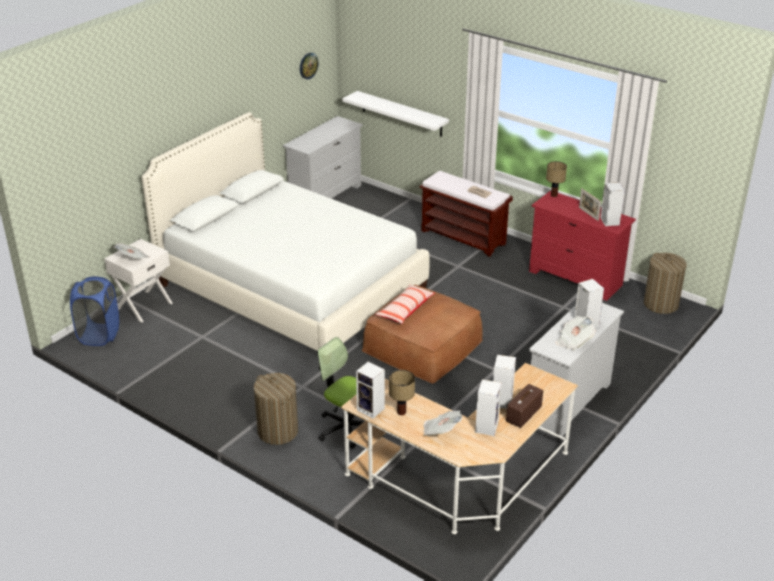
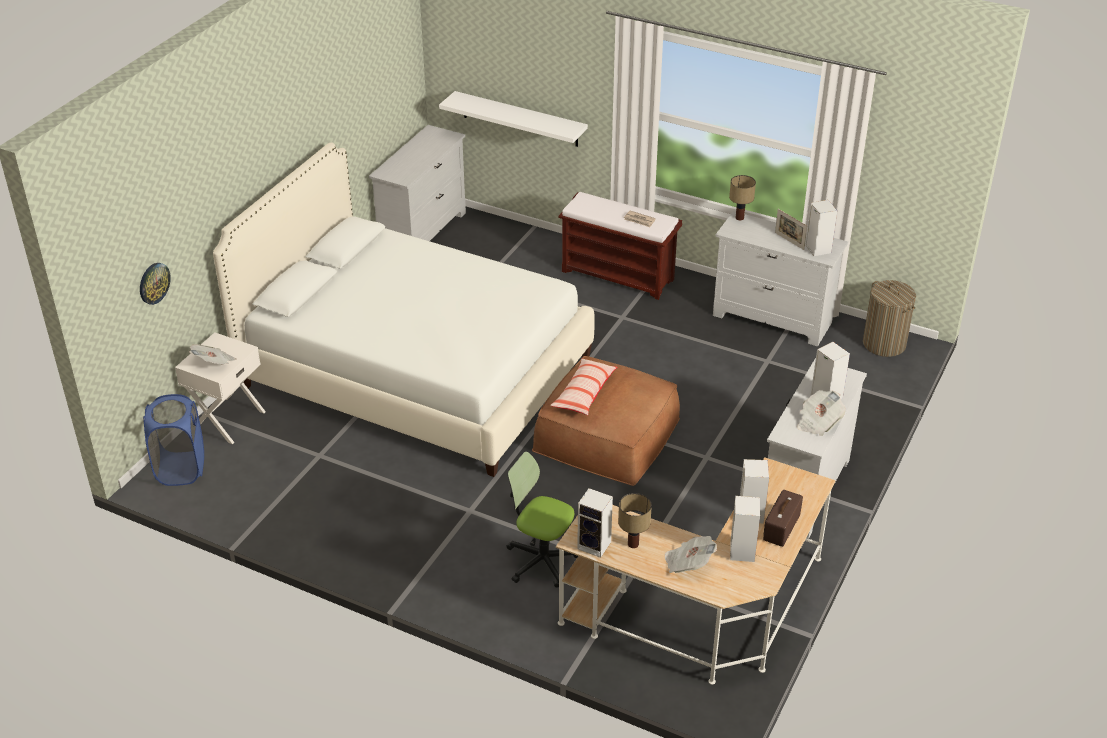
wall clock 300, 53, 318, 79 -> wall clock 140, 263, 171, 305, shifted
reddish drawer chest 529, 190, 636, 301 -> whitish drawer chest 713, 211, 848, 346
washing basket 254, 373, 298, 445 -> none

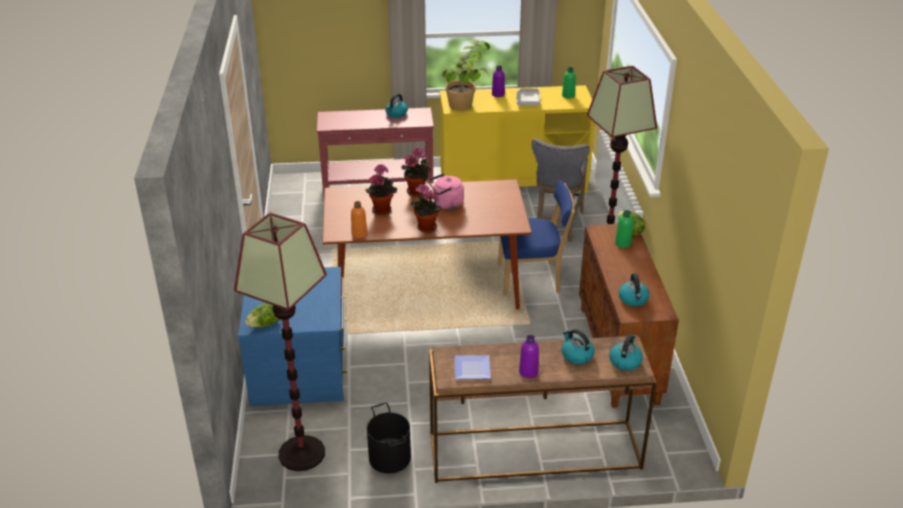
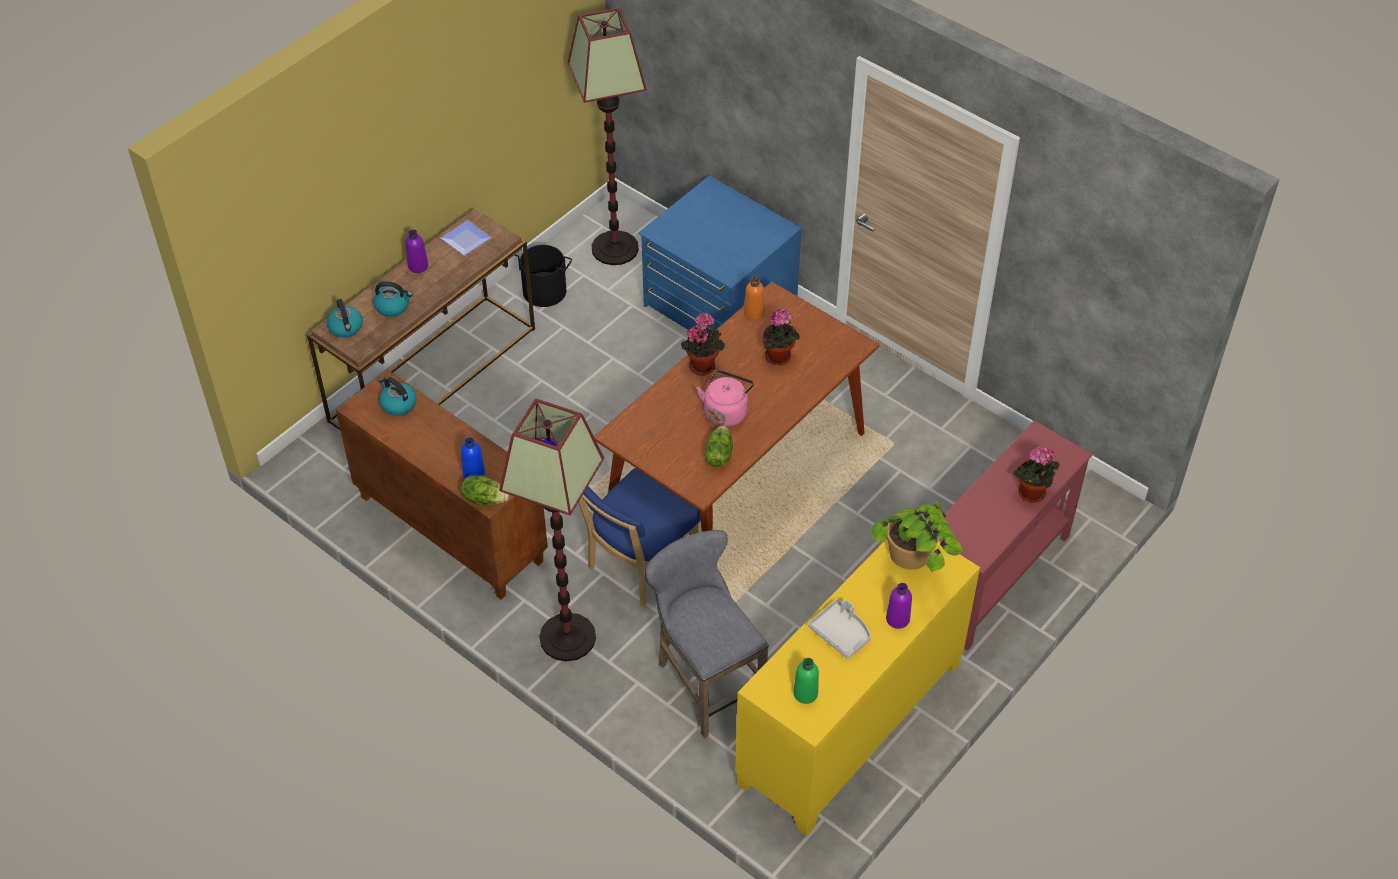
green-coloured beverage bottle 615, 210, 633, 248 -> blue-coloured beverage bottle 461, 437, 485, 478
lettuce 245, 303, 280, 328 -> lettuce 705, 425, 733, 467, shifted
potted plant 401, 148, 431, 196 -> potted plant 1013, 447, 1060, 503, shifted
tea kettle 385, 94, 408, 118 -> none

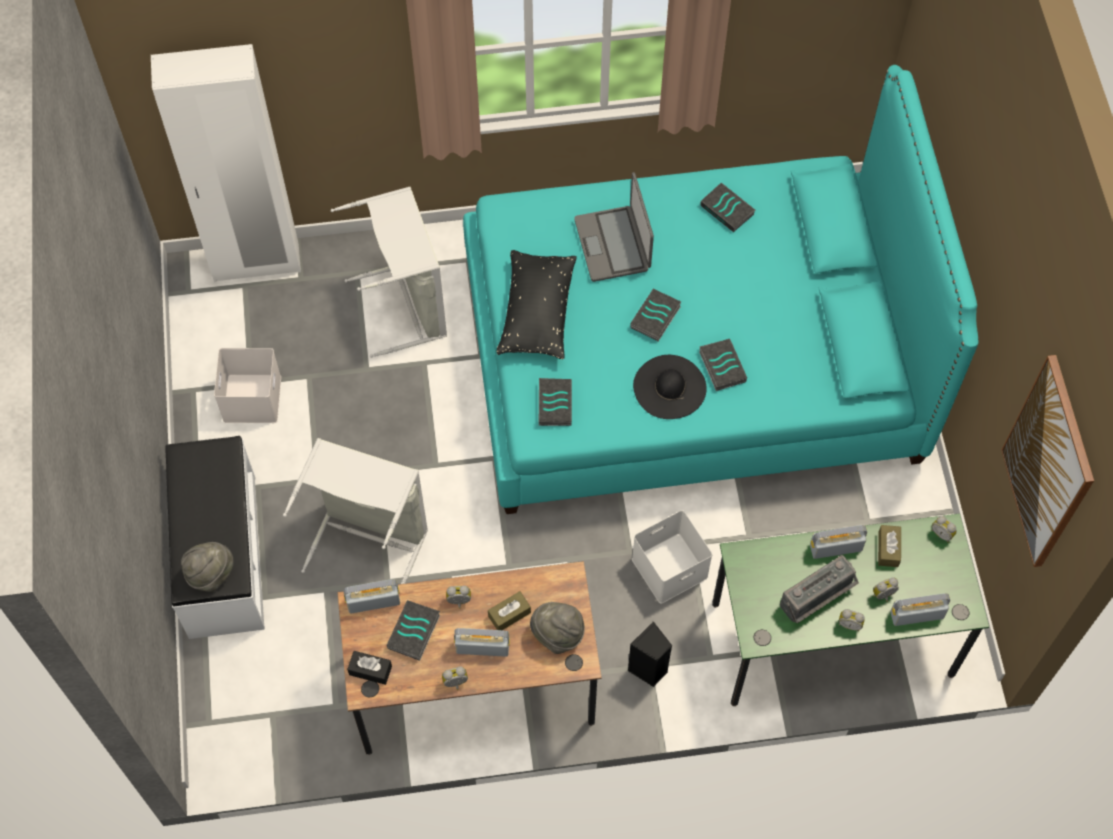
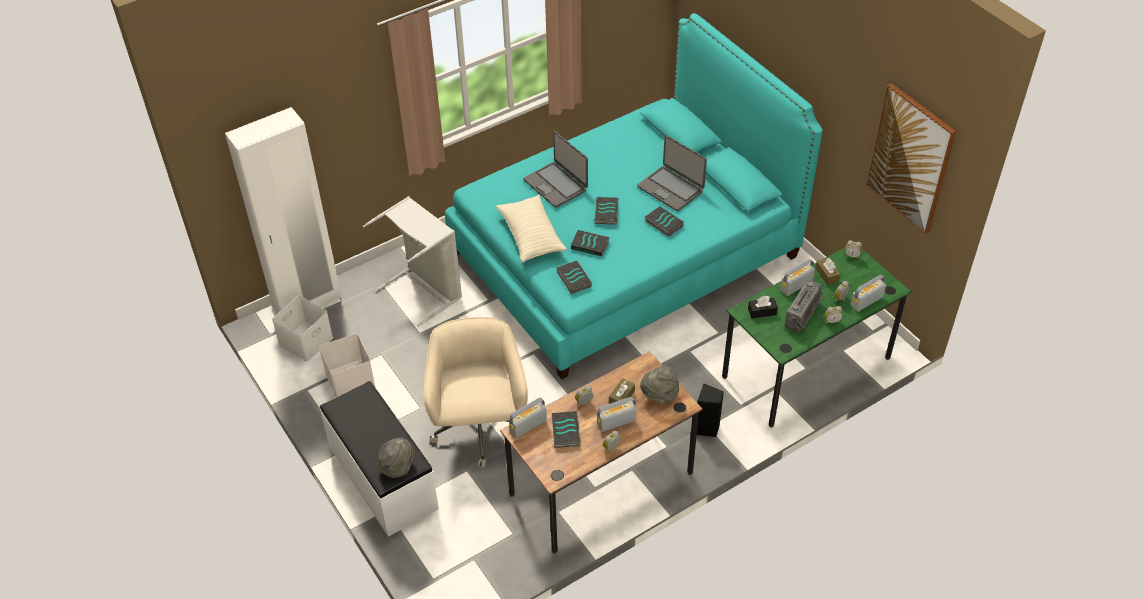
whitish storage bin 632, 510, 712, 604 -> whitish storage bin 272, 296, 333, 362, shifted
grey washing basket 283, 438, 428, 584 -> beige computer chair 424, 317, 528, 467
black-coloured pillow 497, 250, 577, 359 -> beige pillow 496, 195, 567, 263
book 700, 183, 755, 232 -> book 571, 230, 610, 256, shifted
none -> portable computer 637, 135, 707, 211
black-coloured tissue box 347, 651, 392, 685 -> black-coloured tissue box 748, 296, 778, 319, shifted
black-coloured wearable hat 633, 355, 707, 419 -> none

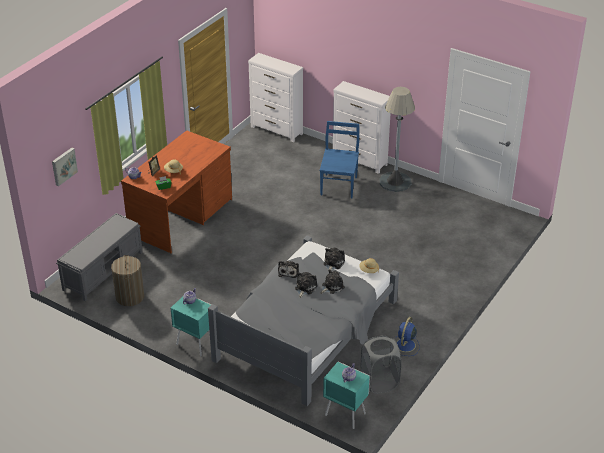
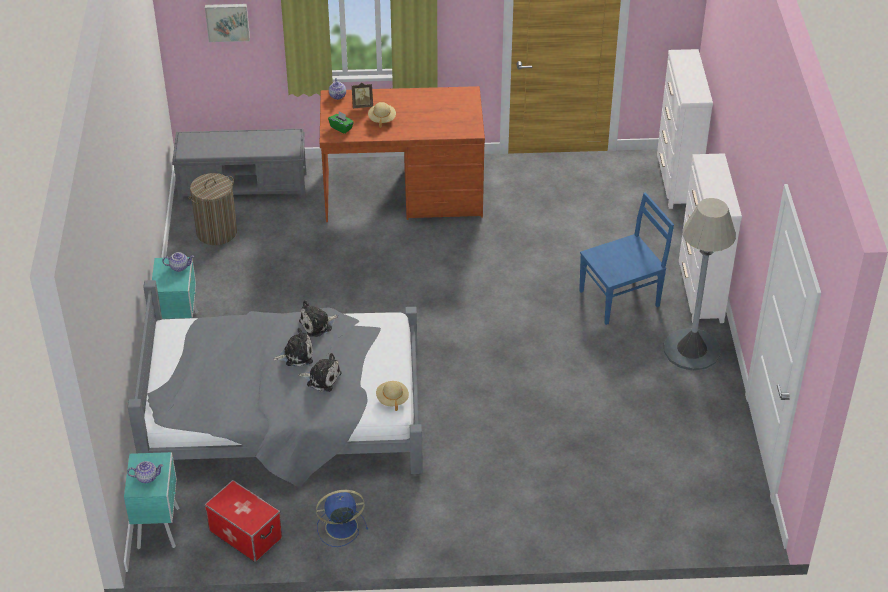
grey washing basket 361, 335, 401, 394 -> storage bin 205, 480, 282, 562
plush toy 323, 248, 345, 272 -> none

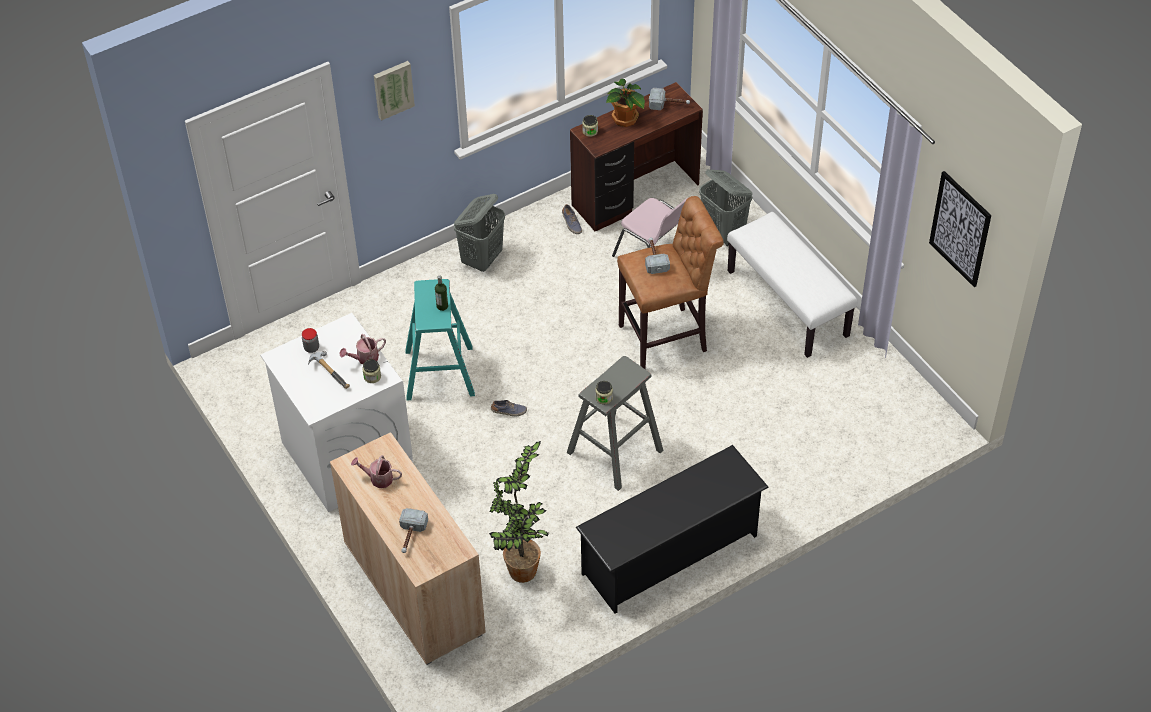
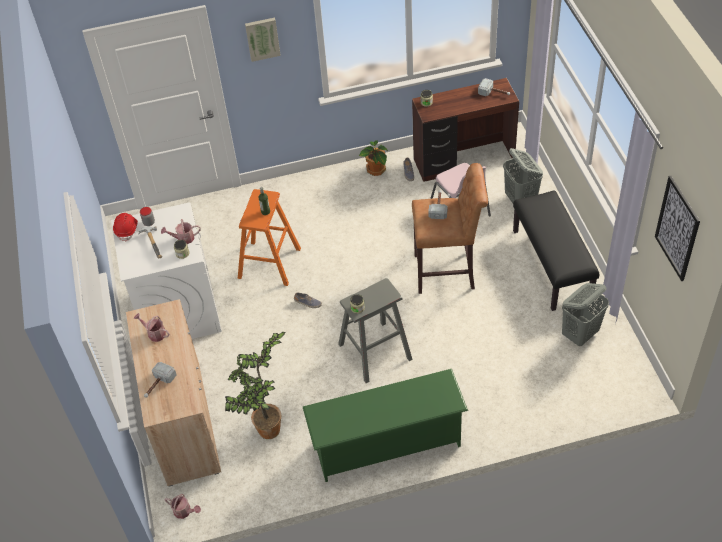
none -> reddish safety helmet 113, 213, 138, 242
none -> watering pot 164, 494, 201, 519
turquoise stool seat 405, 279, 475, 401 -> orange-coloured stool seat 238, 189, 301, 286
black-coloured shoe shelf 576, 445, 769, 614 -> green-coloured shoe shelf 303, 369, 468, 482
potted plant 606, 79, 645, 127 -> potted plant 359, 140, 388, 176, shifted
whitish indoor bench 727, 212, 857, 358 -> black-coloured indoor bench 513, 190, 599, 311
grey washing basket 454, 194, 505, 272 -> grey washing basket 562, 283, 609, 346, shifted

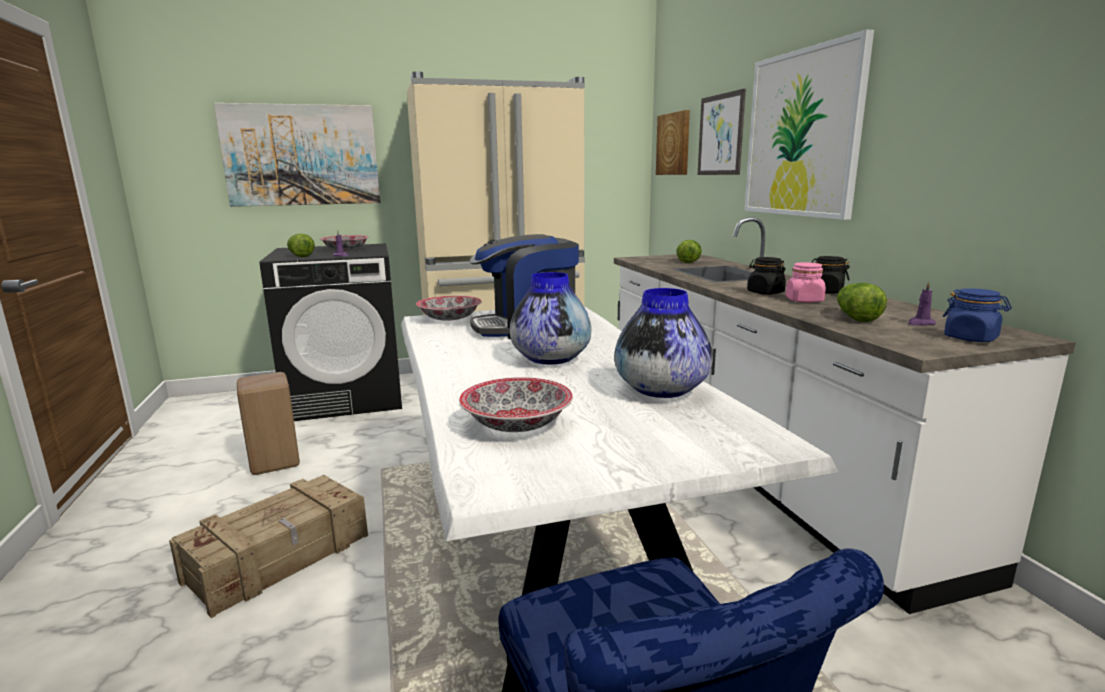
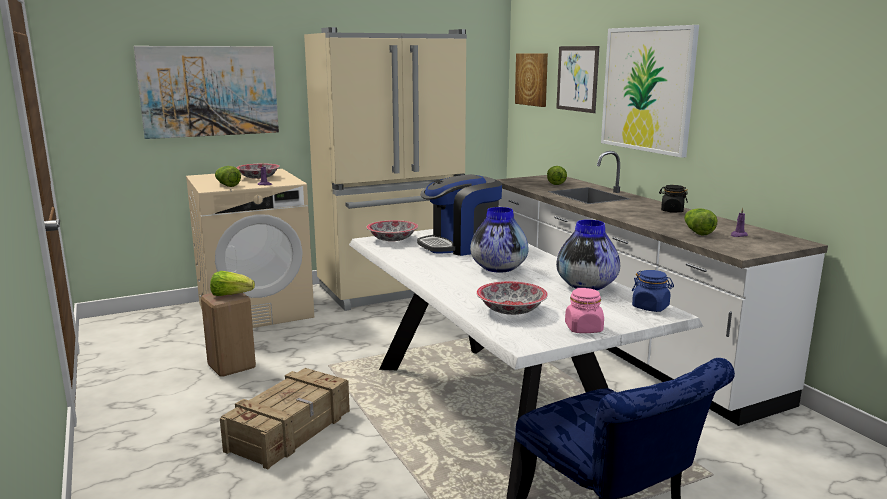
black-coloured washing machine 259, 243, 402, 421 -> beige washing machine 186, 169, 314, 328
none -> lettuce 210, 271, 255, 296
pinkish jar 786, 262, 826, 303 -> pinkish jar 565, 288, 604, 333, shifted
blue-coloured jar 943, 288, 1012, 342 -> blue-coloured jar 632, 270, 674, 312, shifted
black-coloured jar 747, 257, 786, 295 -> none

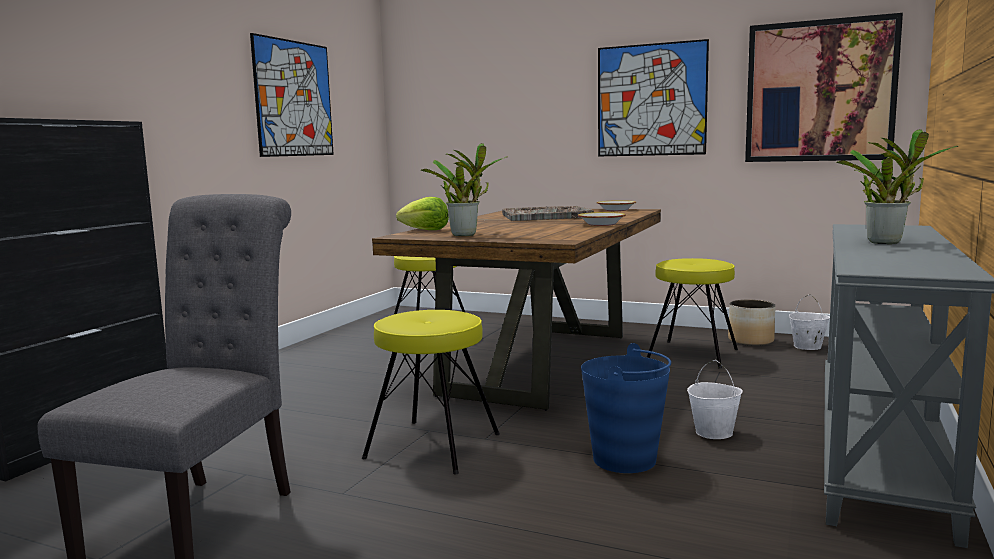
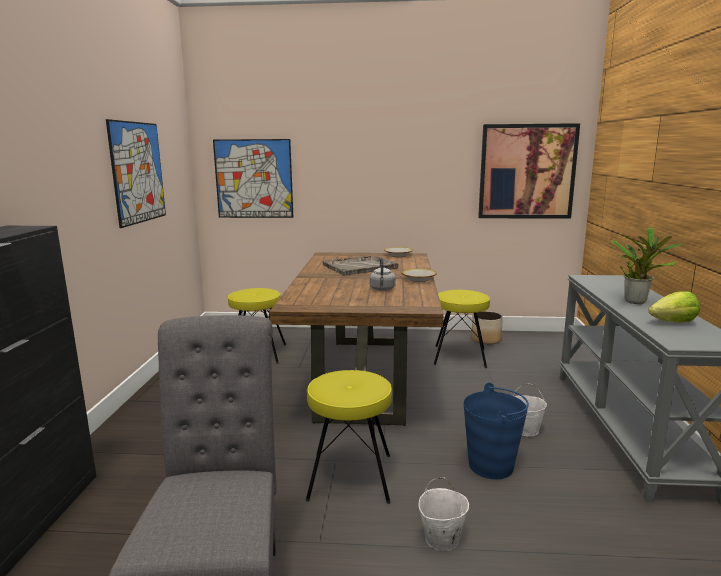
picture 598, 39, 709, 156 -> picture 213, 139, 293, 218, shifted
none -> grey tea kettle 370, 257, 396, 291
whitish bucket 789, 294, 830, 350 -> whitish bucket 418, 478, 469, 551, shifted
lettuce 396, 197, 449, 230 -> lettuce 648, 291, 700, 323, shifted
potted plant 420, 143, 508, 236 -> none

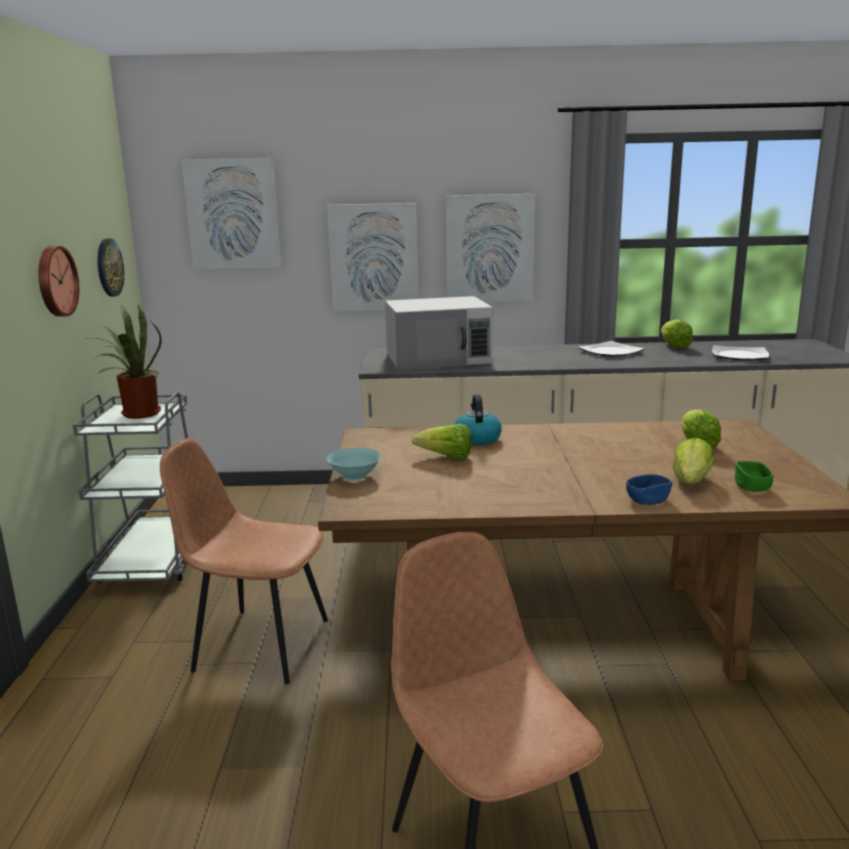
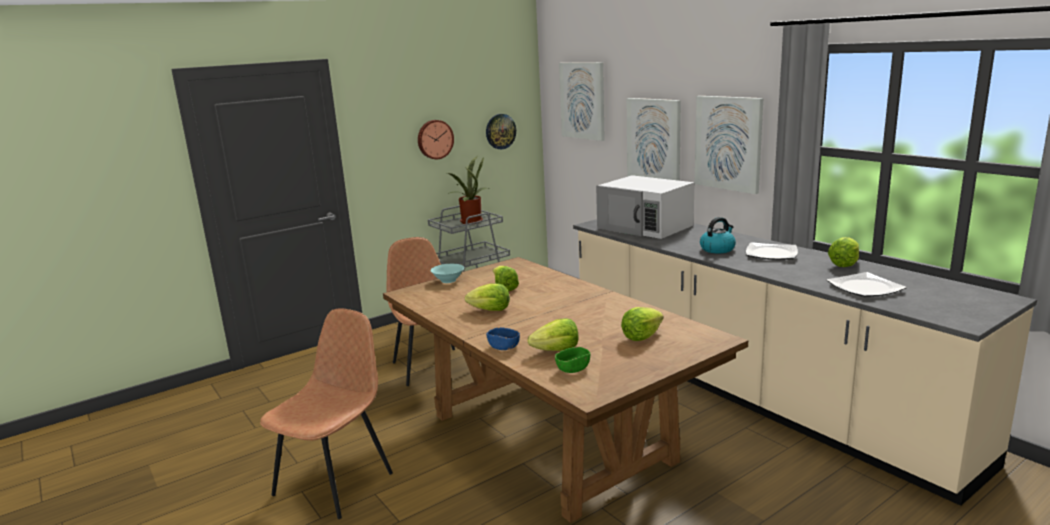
none -> lettuce 465, 283, 510, 311
tea kettle 455, 394, 502, 445 -> tea kettle 700, 217, 736, 253, shifted

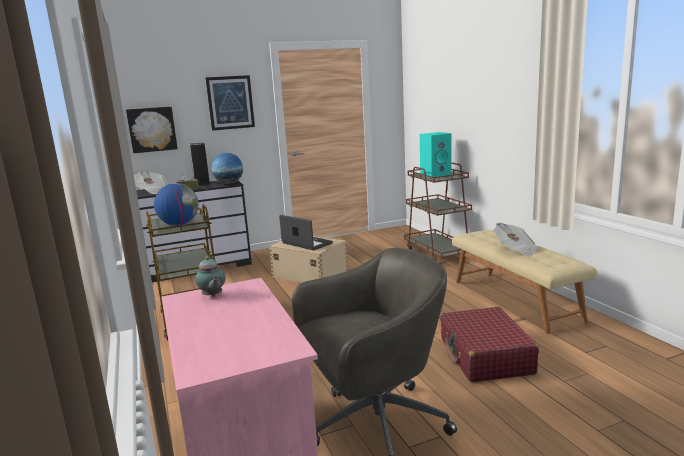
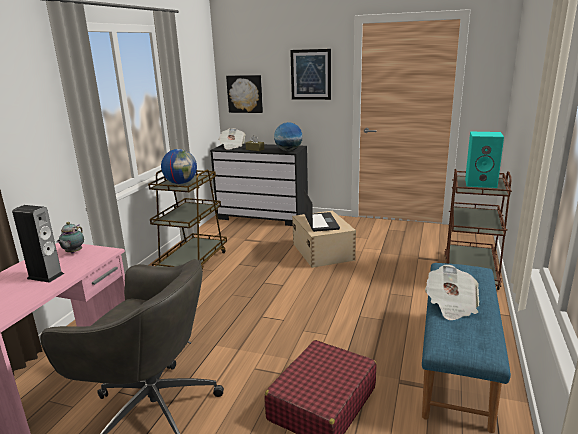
audio speaker 189, 142, 211, 185 -> audio speaker 12, 205, 64, 283, shifted
beige indoor bench 452, 230, 597, 334 -> blue-coloured indoor bench 422, 263, 511, 433

